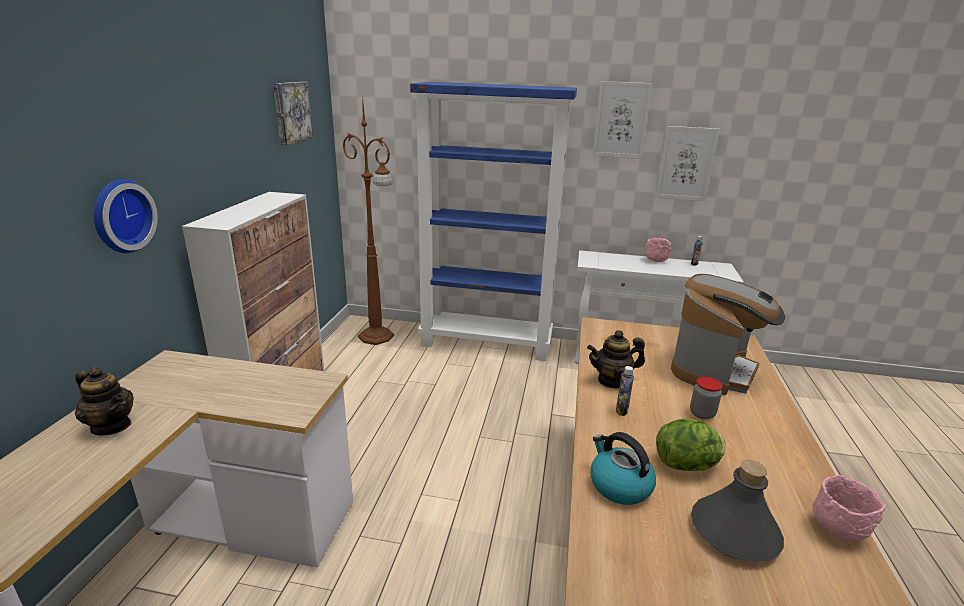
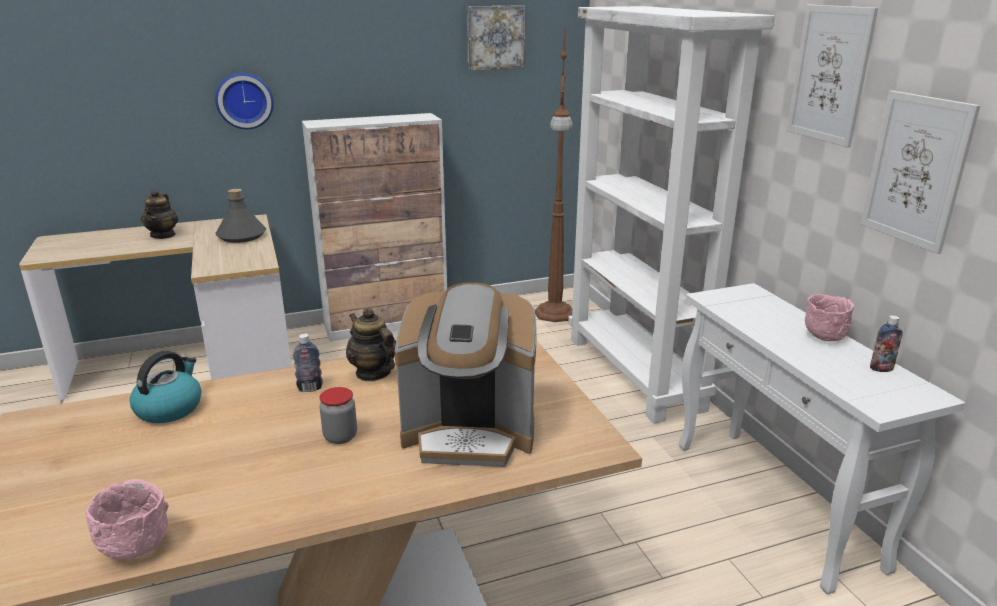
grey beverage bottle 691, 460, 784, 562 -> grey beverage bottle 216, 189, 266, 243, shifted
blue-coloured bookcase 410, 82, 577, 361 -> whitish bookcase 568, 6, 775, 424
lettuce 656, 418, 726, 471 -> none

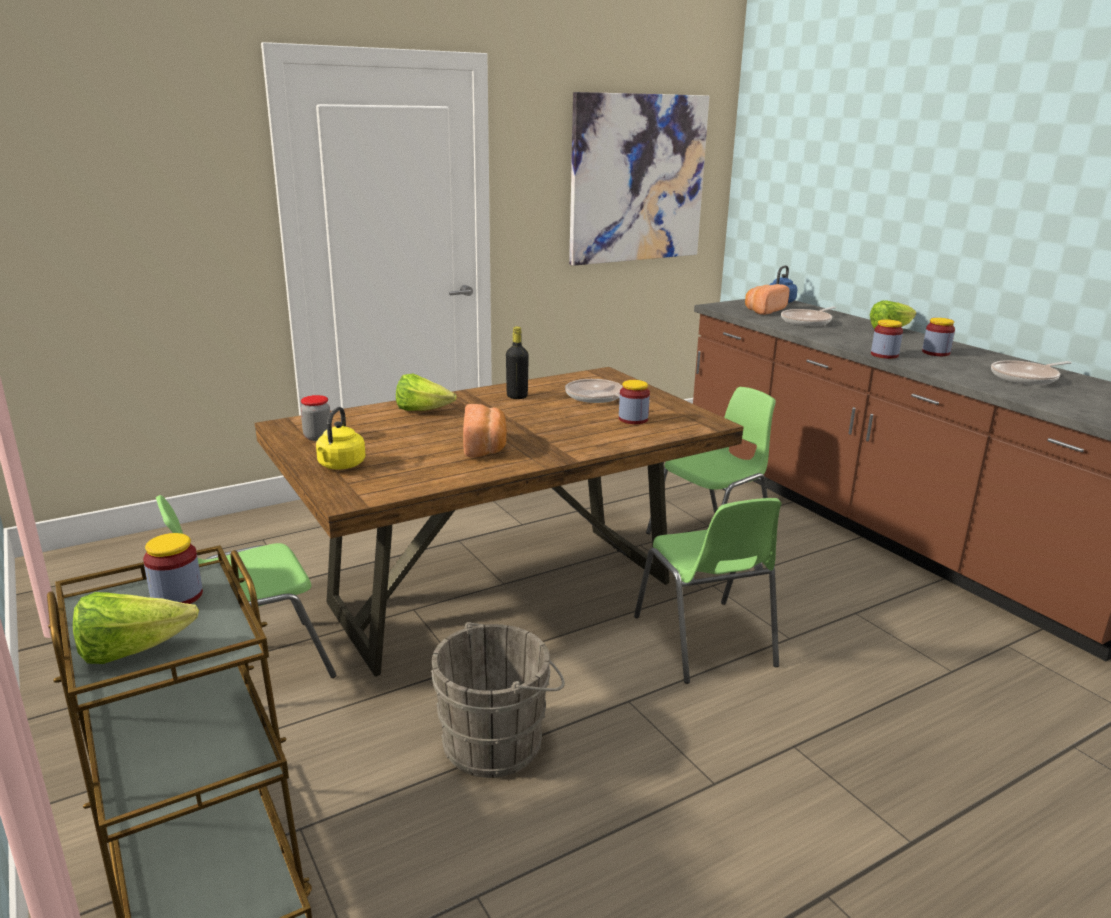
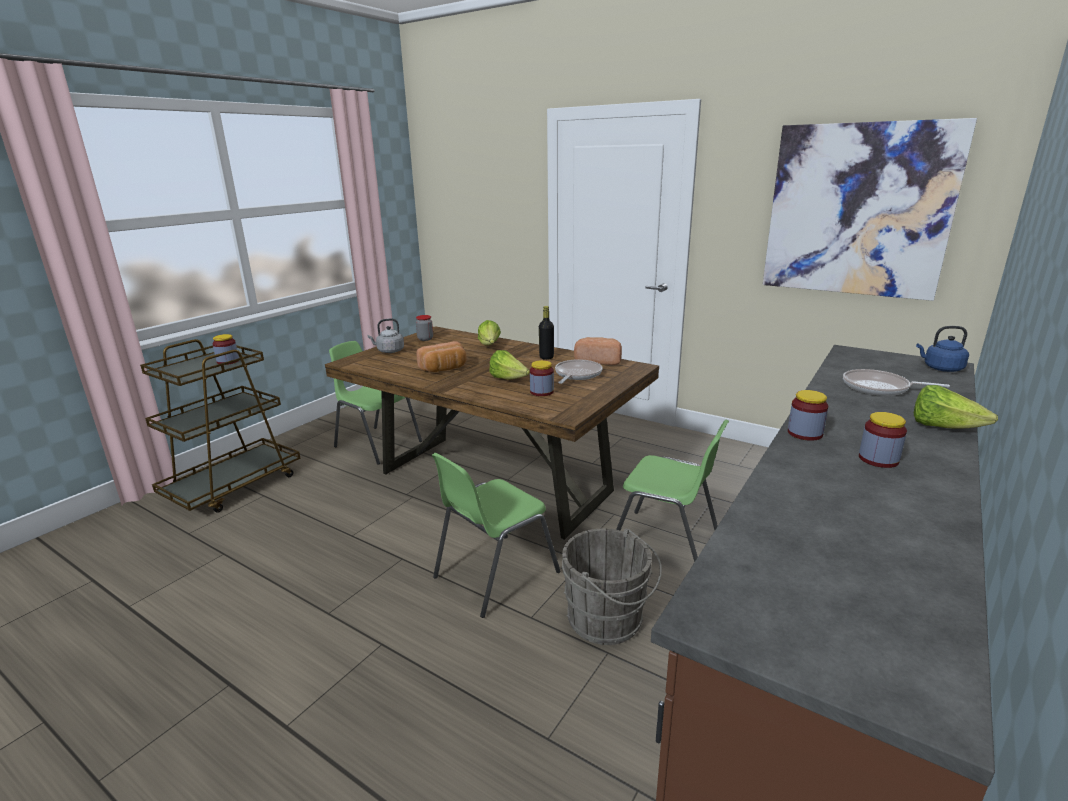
yellowish tea kettle 316, 407, 366, 469 -> grey tea kettle 367, 318, 404, 353
lettuce 73, 592, 199, 664 -> lettuce 489, 350, 530, 379, shifted
grey bucket 431, 622, 565, 778 -> grey bucket 561, 528, 662, 645, shifted
baked bread 745, 284, 789, 315 -> baked bread 574, 337, 622, 365, shifted
frying pan 991, 360, 1072, 385 -> none

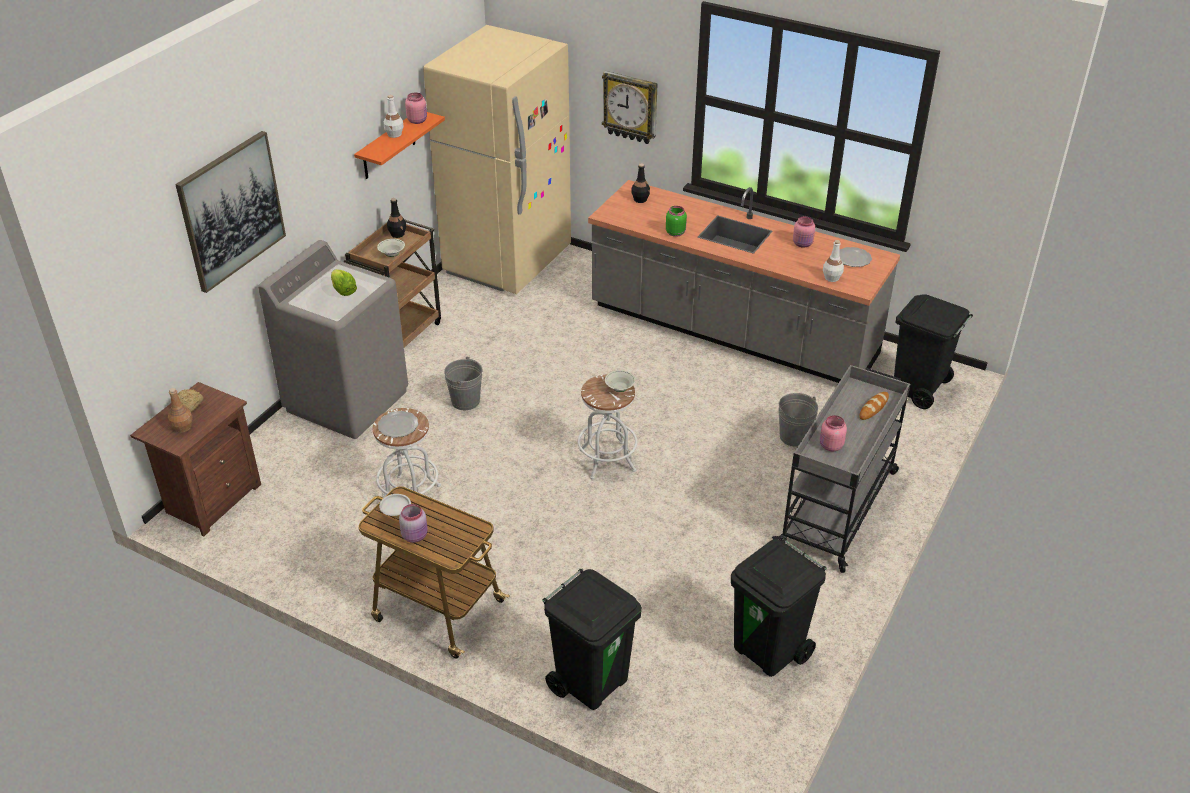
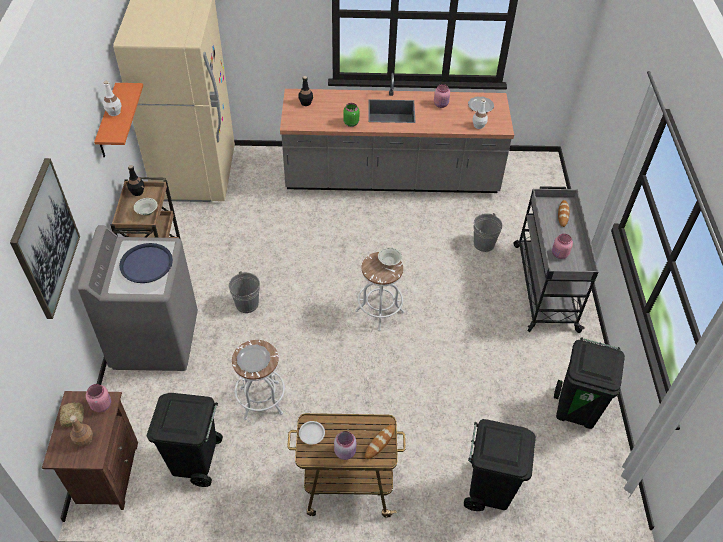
pinkish jar 405, 93, 427, 124 -> pinkish jar 86, 384, 111, 412, shifted
lettuce 331, 269, 357, 296 -> blue-coloured tray 119, 243, 173, 283
black-coloured waste bin 894, 294, 973, 409 -> black-coloured waste bin 146, 393, 223, 487, shifted
none -> baked bread 365, 424, 396, 459
wall clock 602, 71, 658, 144 -> none

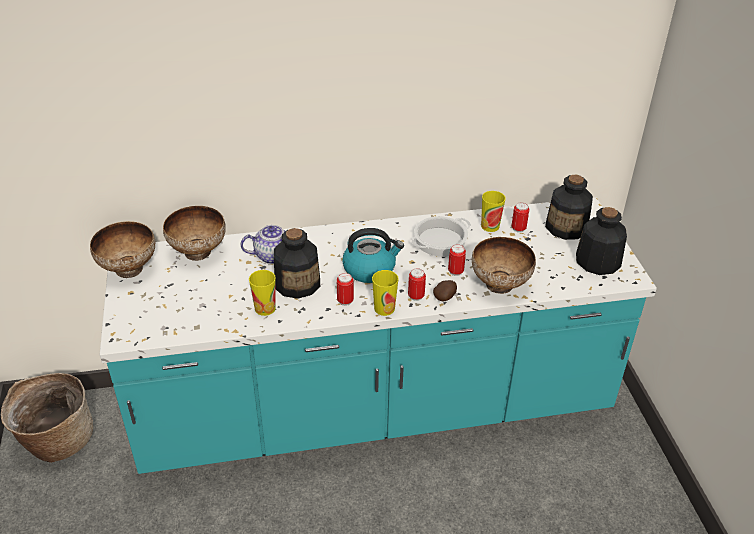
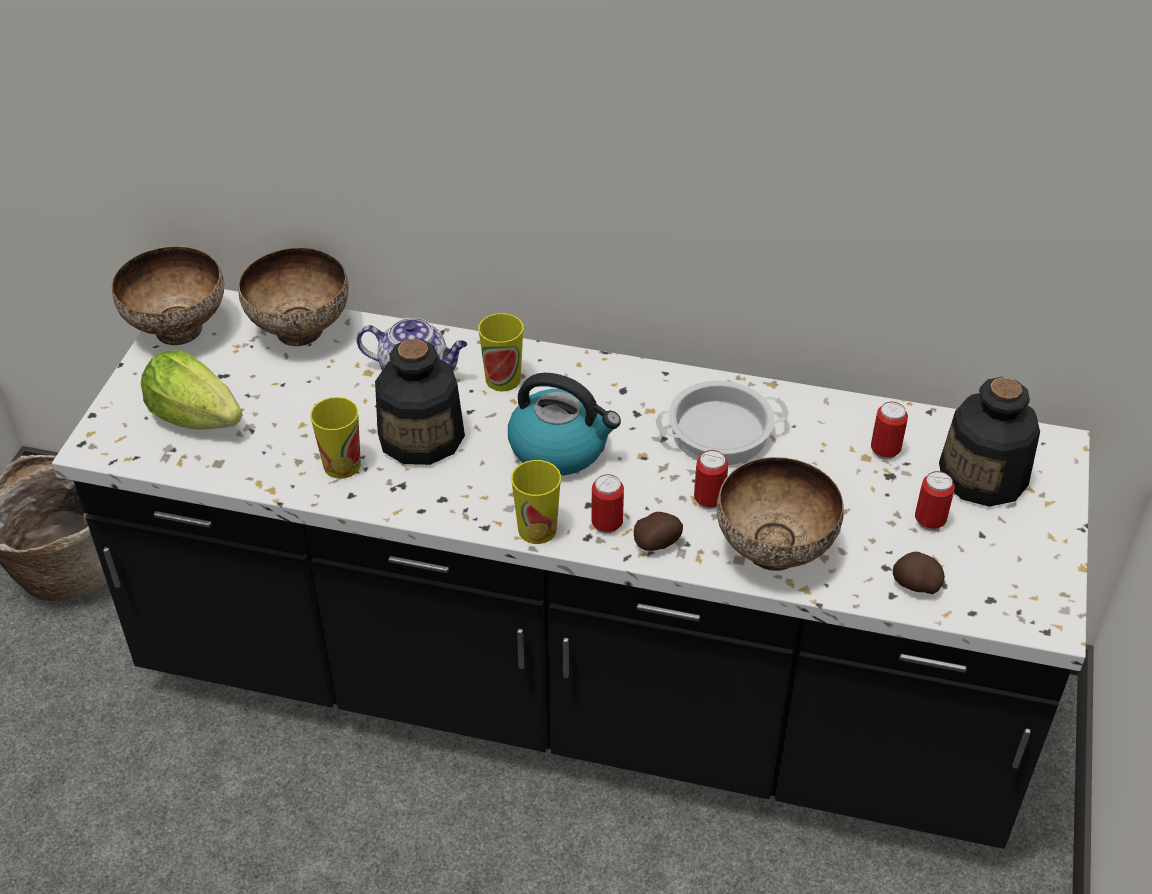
turquoise counter 100, 197, 657, 474 -> black-coloured counter 52, 289, 1090, 849
none -> lettuce 141, 350, 243, 430
drinking cup 481, 191, 506, 232 -> drinking cup 478, 313, 523, 391, shifted
none -> potato 893, 552, 945, 594
metal can 337, 273, 354, 306 -> metal can 915, 471, 955, 531, shifted
beverage bottle 576, 207, 627, 275 -> none

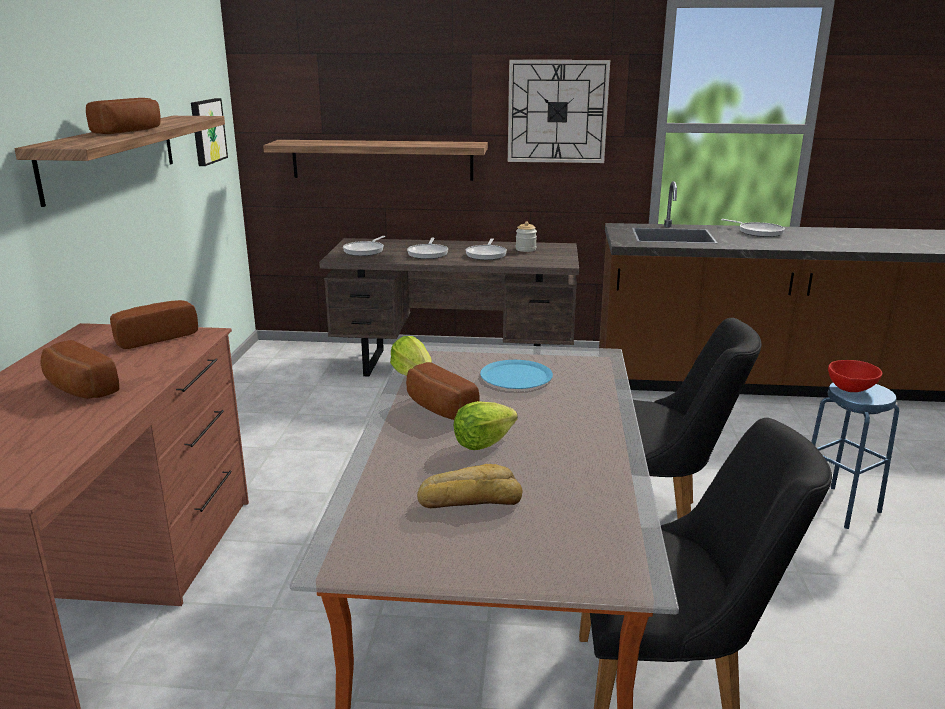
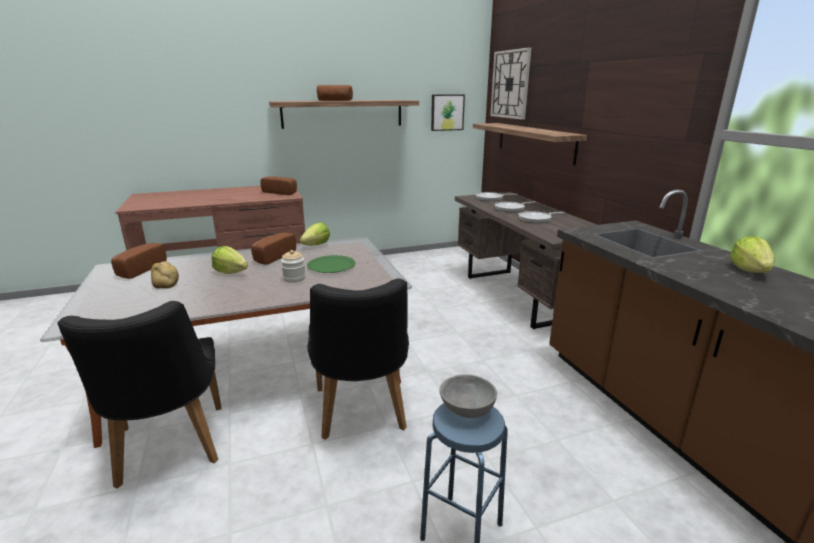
baked bread 40, 340, 119, 399 -> baked bread 111, 243, 167, 279, shifted
jar 516, 222, 537, 252 -> jar 281, 250, 306, 282, shifted
blue-coloured plate 480, 360, 553, 389 -> green-coloured plate 307, 255, 355, 273
reddish serving bowl 828, 360, 882, 392 -> grey serving bowl 439, 374, 497, 418
wall clock 508, 60, 610, 163 -> wall clock 490, 47, 532, 120, shifted
frying pan 721, 219, 785, 237 -> lettuce 730, 236, 775, 273

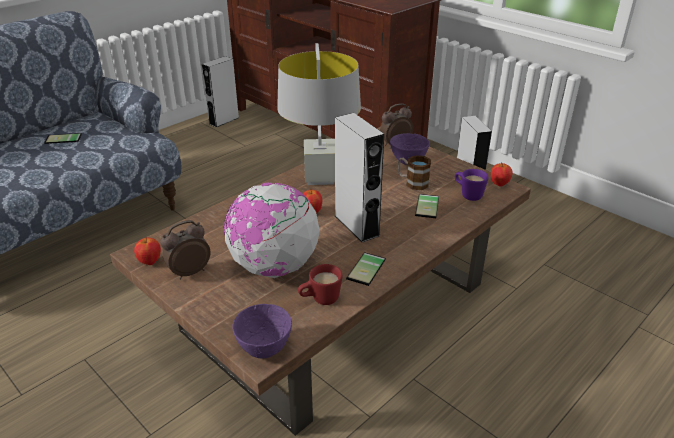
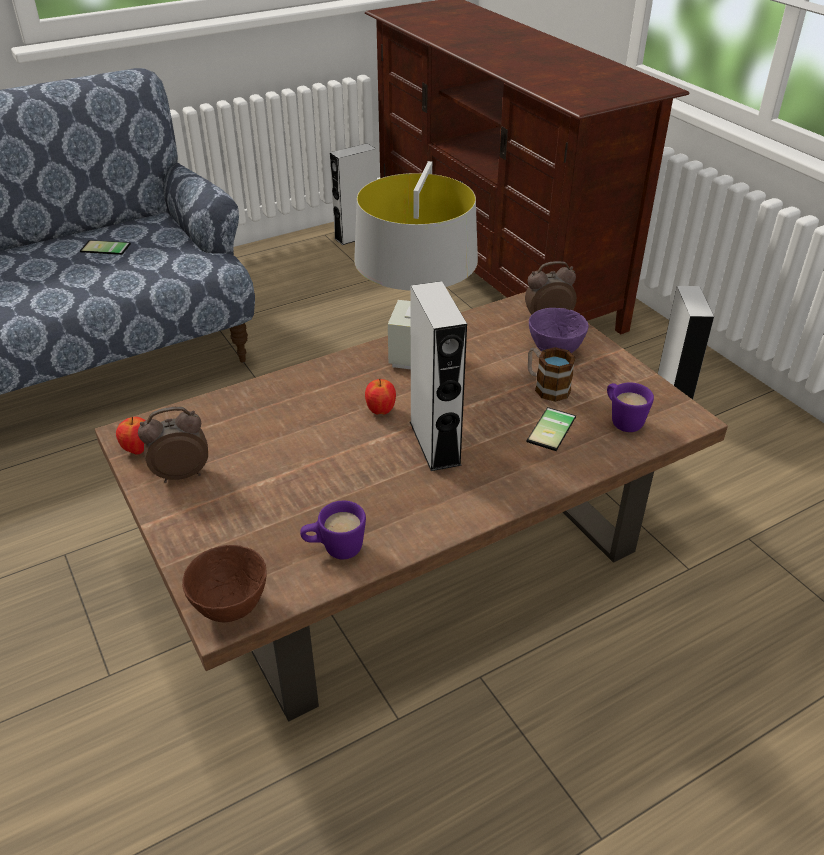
purple serving bowl 232, 304, 292, 359 -> brown serving bowl 182, 545, 266, 622
reddish mug 298, 264, 342, 305 -> purple mug 300, 501, 366, 559
desk globe 224, 183, 320, 278 -> none
telephone 346, 252, 386, 286 -> none
whole apple 491, 162, 513, 187 -> none

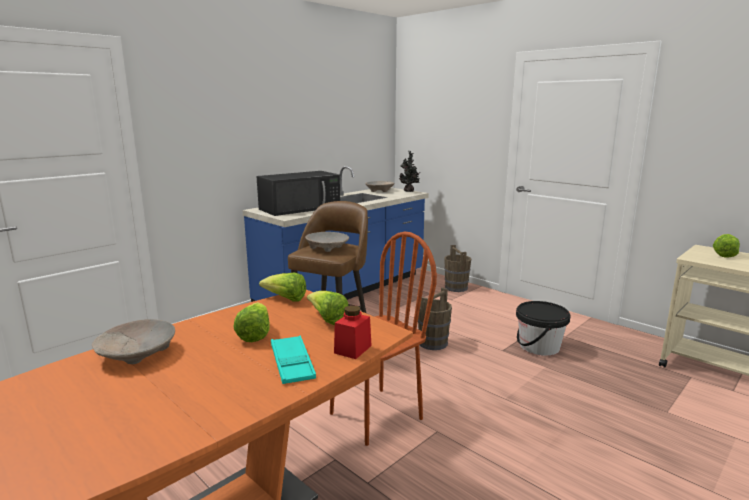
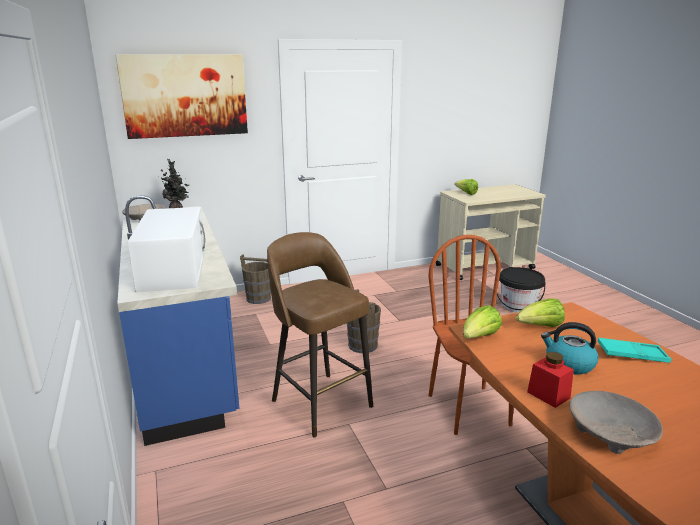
none -> picture 115, 55, 248, 139
black-coloured microwave 256, 171, 340, 216 -> whitish microwave 127, 207, 205, 293
black-coloured bucket 516, 301, 570, 356 -> black-coloured bucket 497, 267, 546, 313, shifted
reddish jar 334, 305, 372, 359 -> reddish jar 527, 352, 574, 408, shifted
lettuce 234, 302, 270, 342 -> tea kettle 541, 322, 599, 374
beige serving bowl 305, 232, 349, 252 -> none

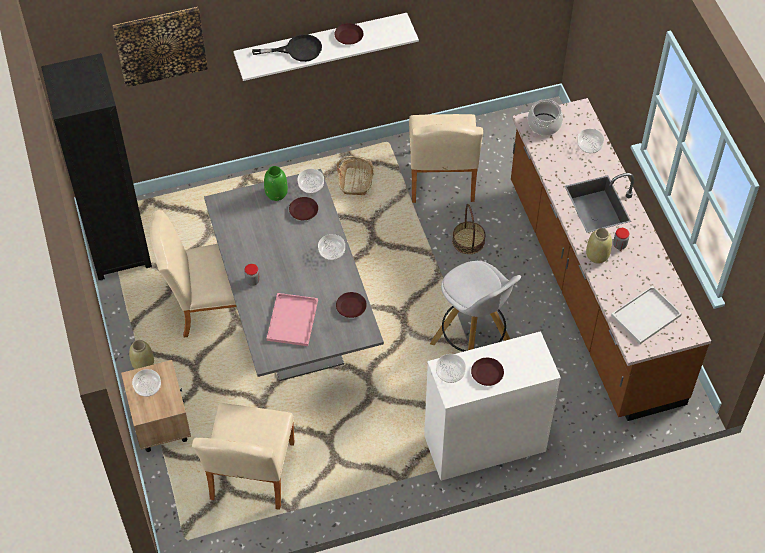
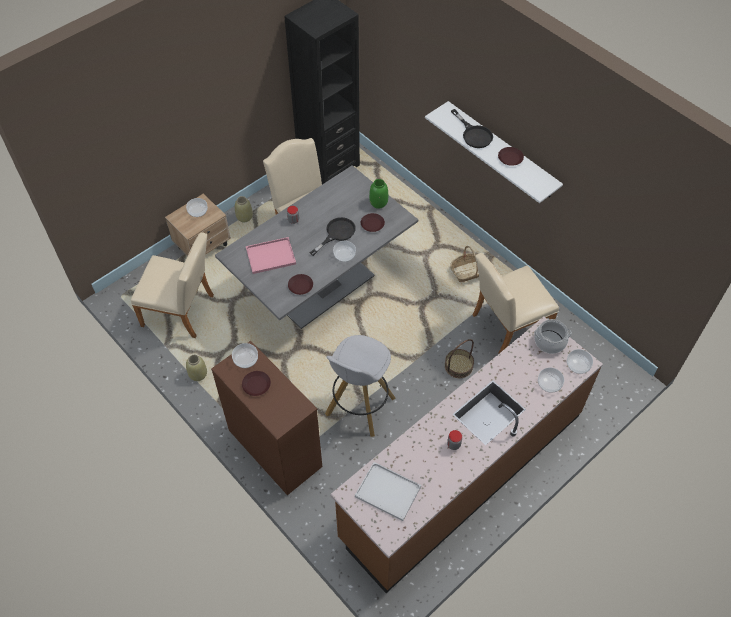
beige upright chair 192, 403, 295, 510 -> beige upright chair 131, 232, 214, 338, 150 degrees counterclockwise
beige vase 586, 228, 612, 264 -> beige vase 186, 355, 207, 381, shifted
whitish drawer chest 424, 331, 561, 481 -> brown drawer chest 211, 341, 322, 495
none -> black-coloured frying pan 310, 217, 356, 256
serving bowl 298, 169, 324, 194 -> serving bowl 567, 349, 593, 374, shifted
picture 113, 7, 208, 88 -> none

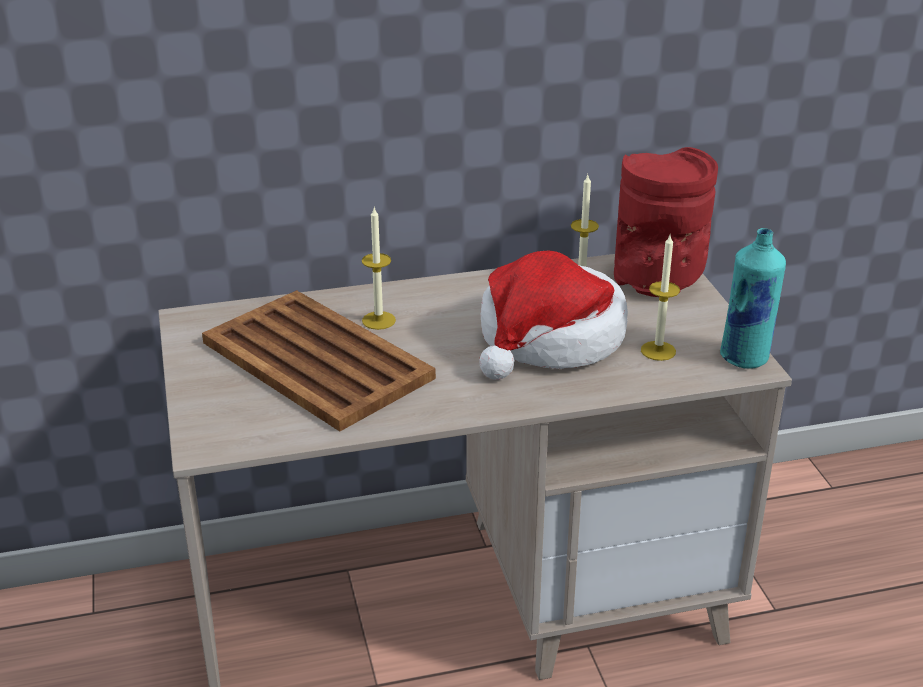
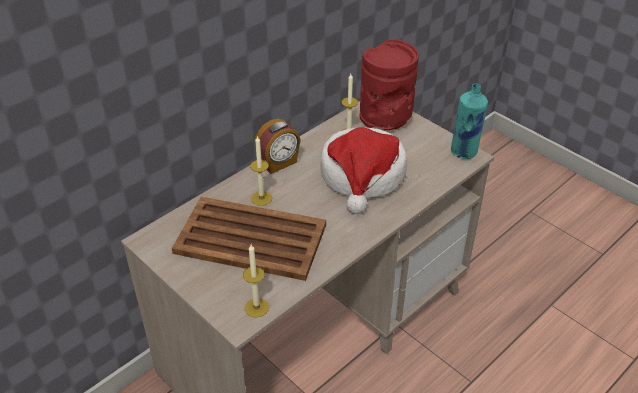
wax candle 641, 235, 680, 361 -> wax candle 243, 244, 269, 318, shifted
none -> alarm clock 254, 119, 301, 174

